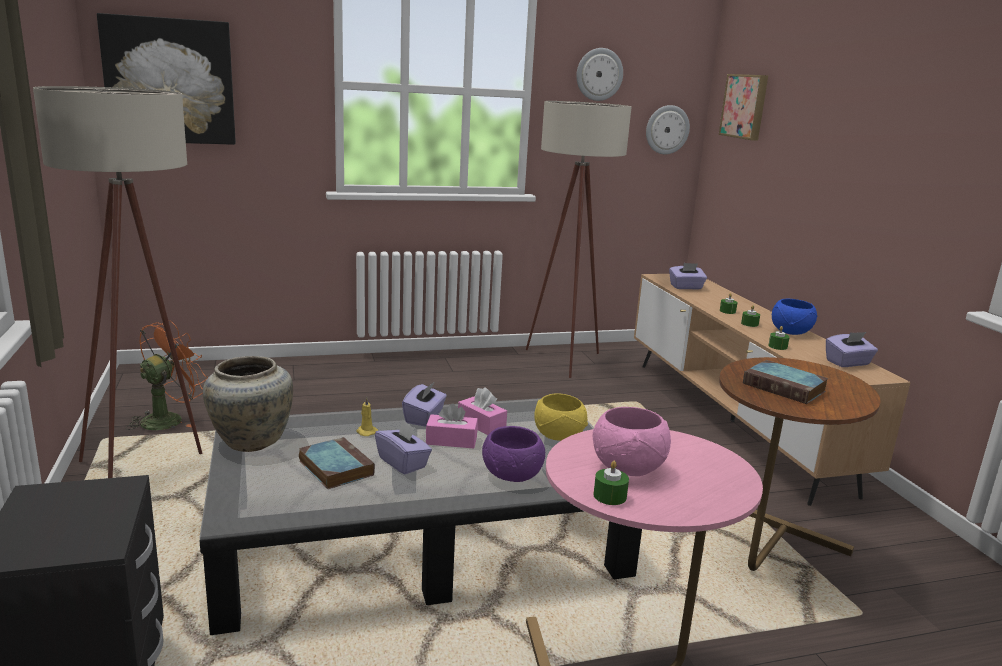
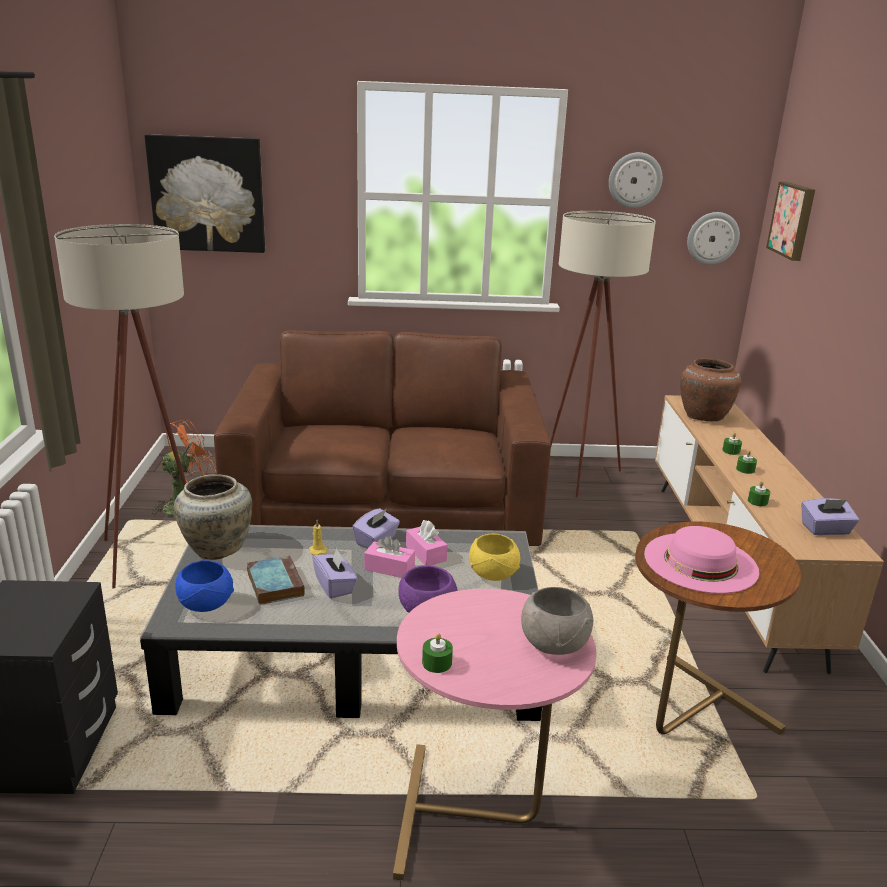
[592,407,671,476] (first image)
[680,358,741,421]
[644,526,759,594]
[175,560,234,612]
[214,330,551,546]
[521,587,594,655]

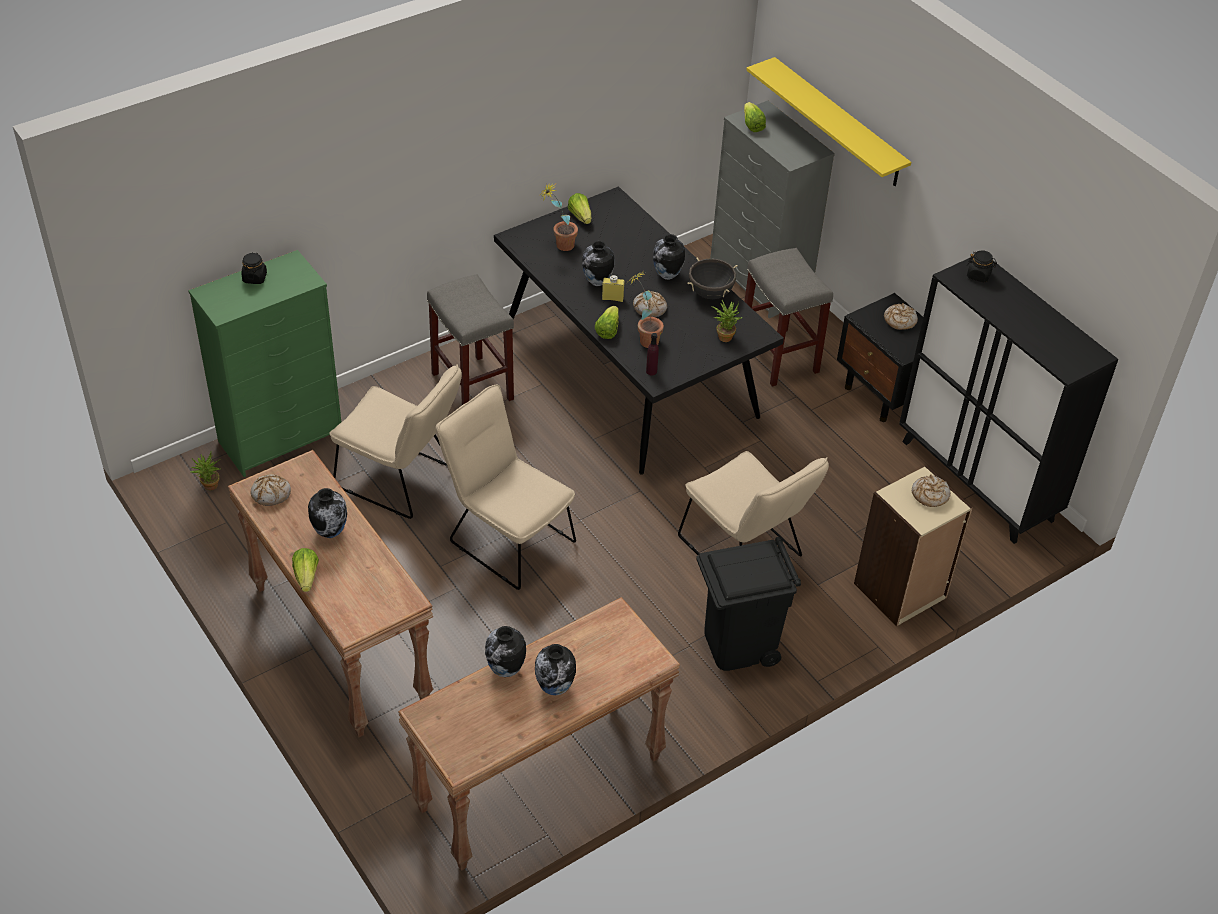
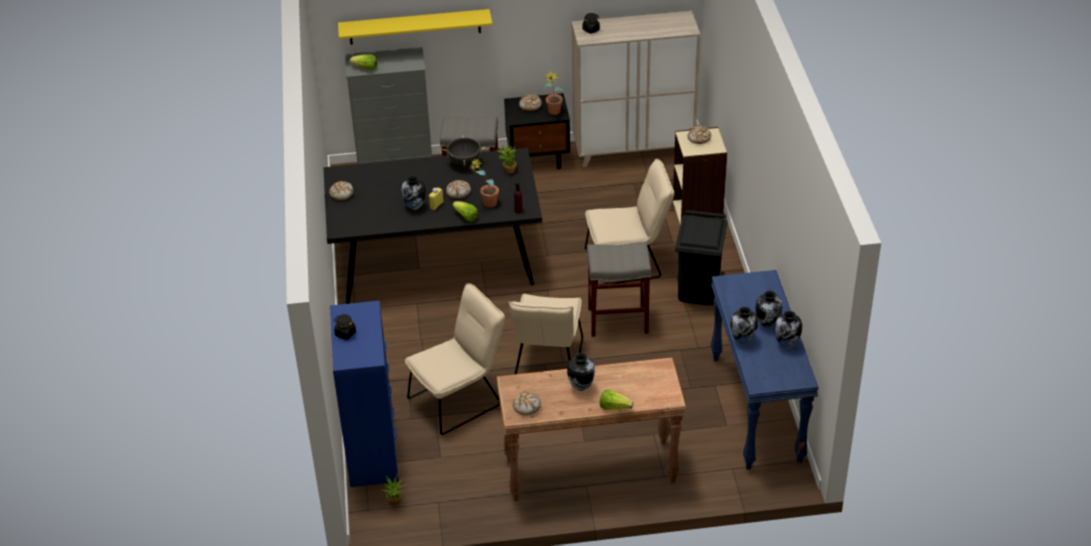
[330,301,399,487]
[711,270,819,470]
[587,241,651,337]
[508,294,583,374]
[543,70,564,115]
[329,181,353,200]
[775,311,802,348]
[572,11,701,167]

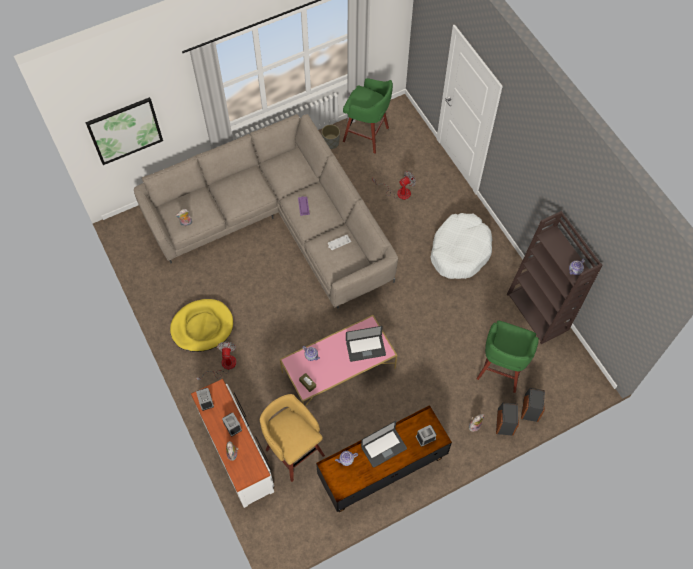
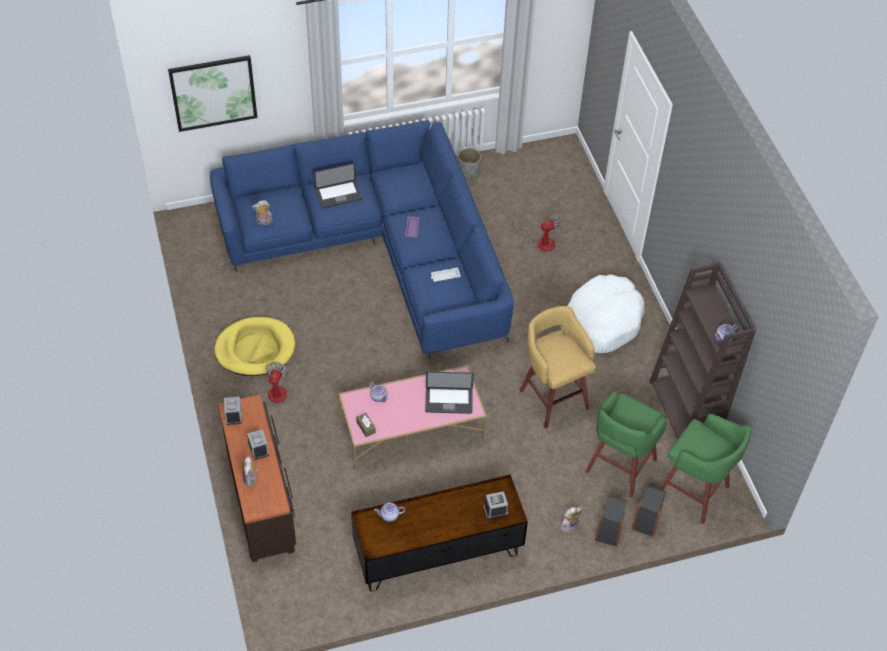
[210,120,514,359]
[218,395,296,562]
[520,306,596,429]
[660,414,751,524]
[314,163,362,208]

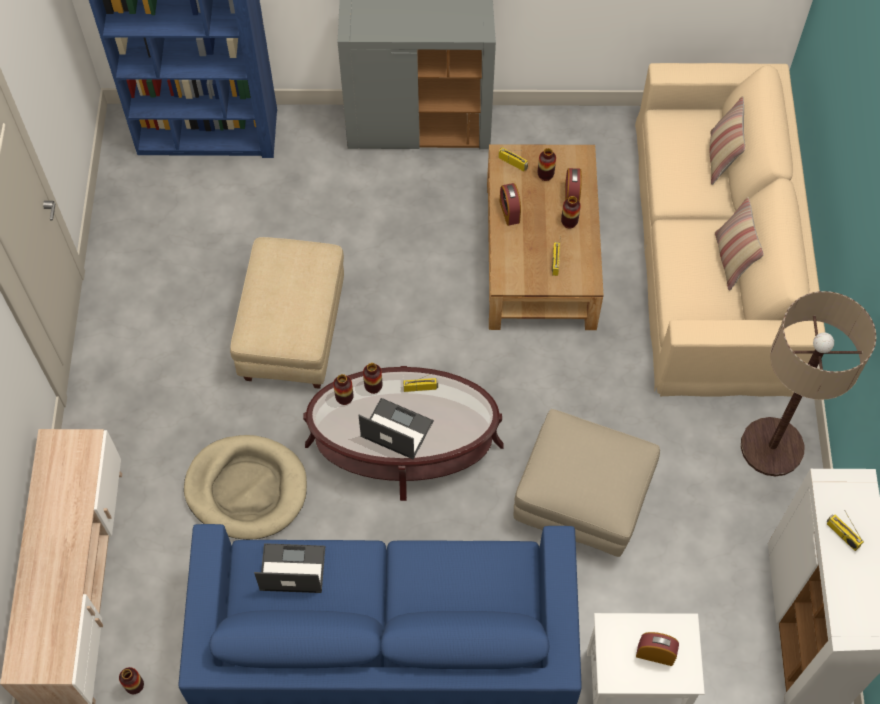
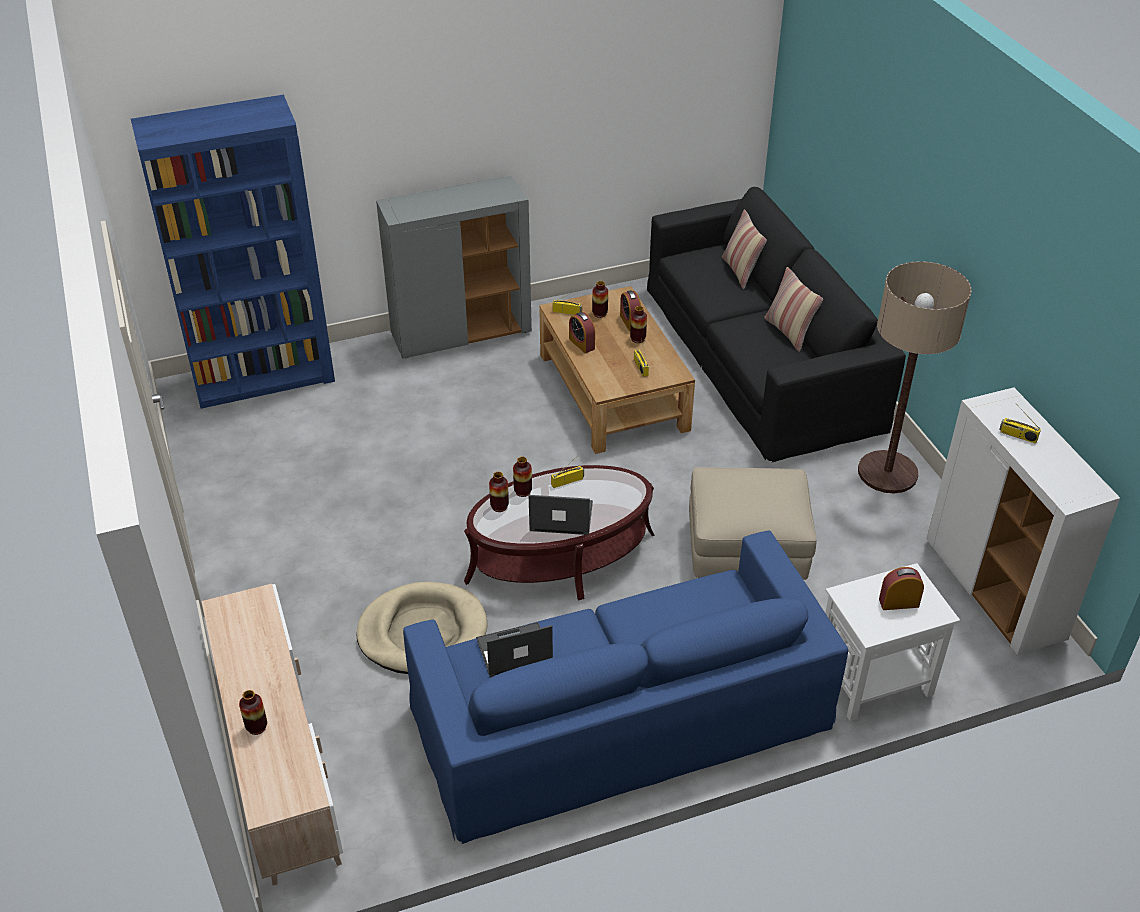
[239,690,267,735]
[230,237,344,389] (first image)
[647,187,906,462]

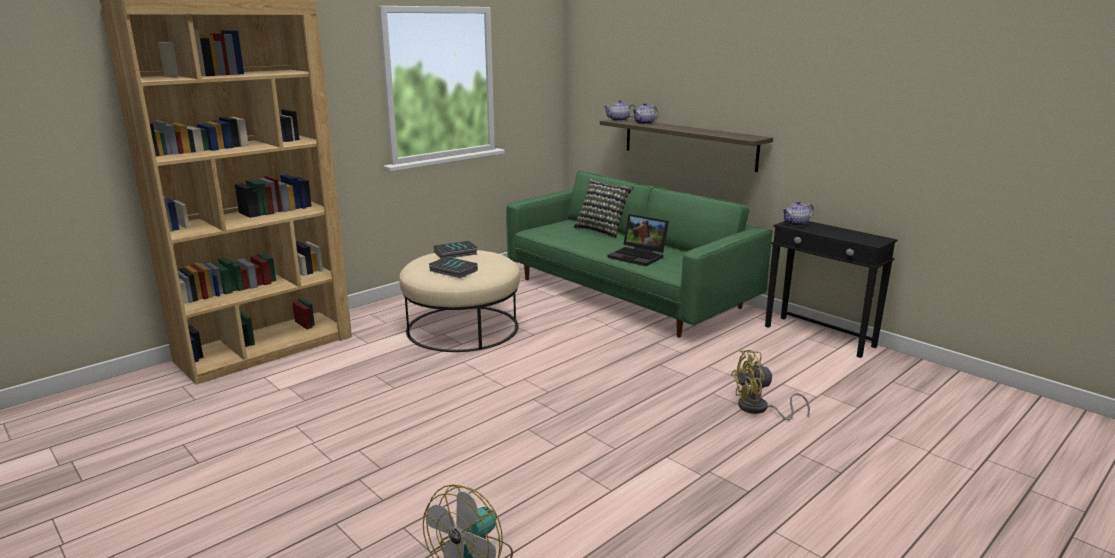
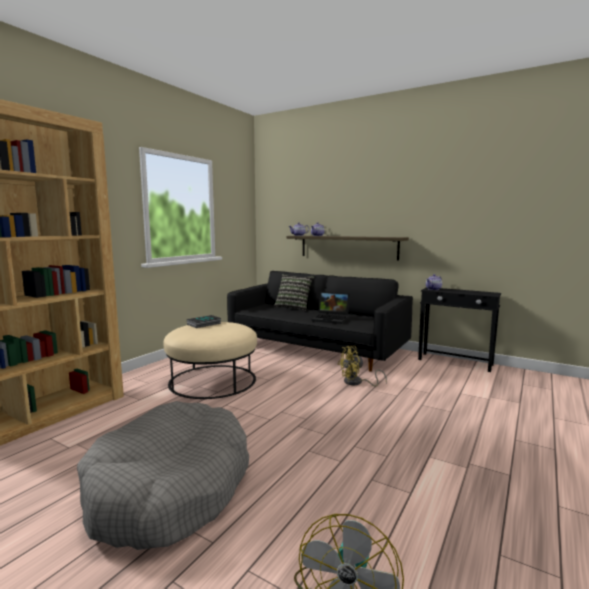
[429,257,478,278] (first image)
[227,271,413,372]
[338,346,387,386]
[77,401,249,550]

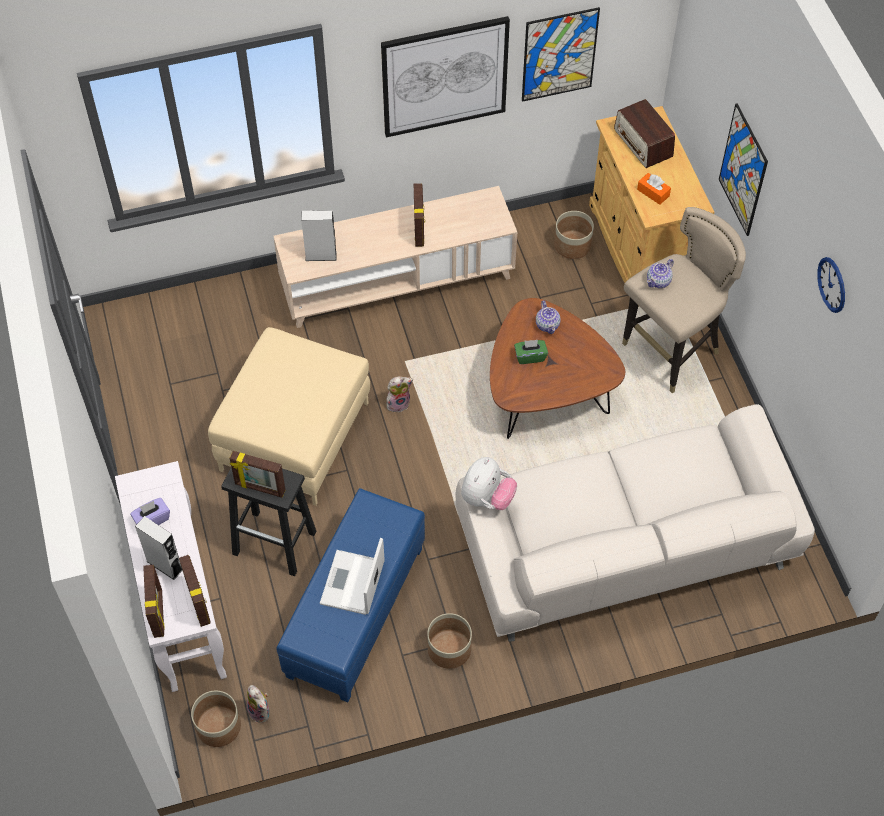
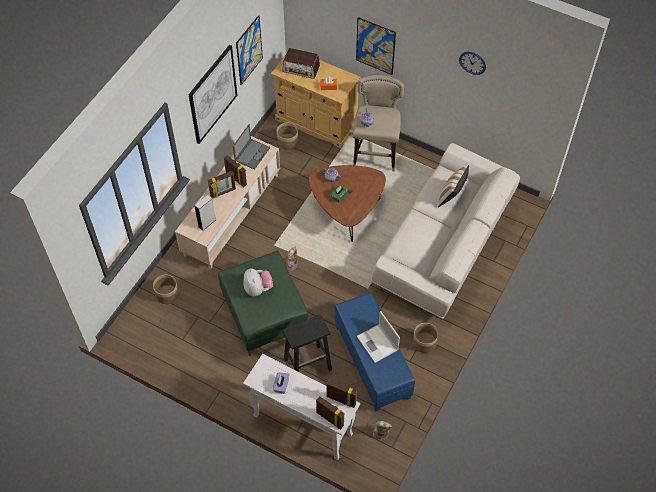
[135,516,183,580] (first image)
[153,275,179,304]
[218,251,308,356]
[208,171,236,199]
[244,268,273,296]
[233,124,270,170]
[438,165,469,207]

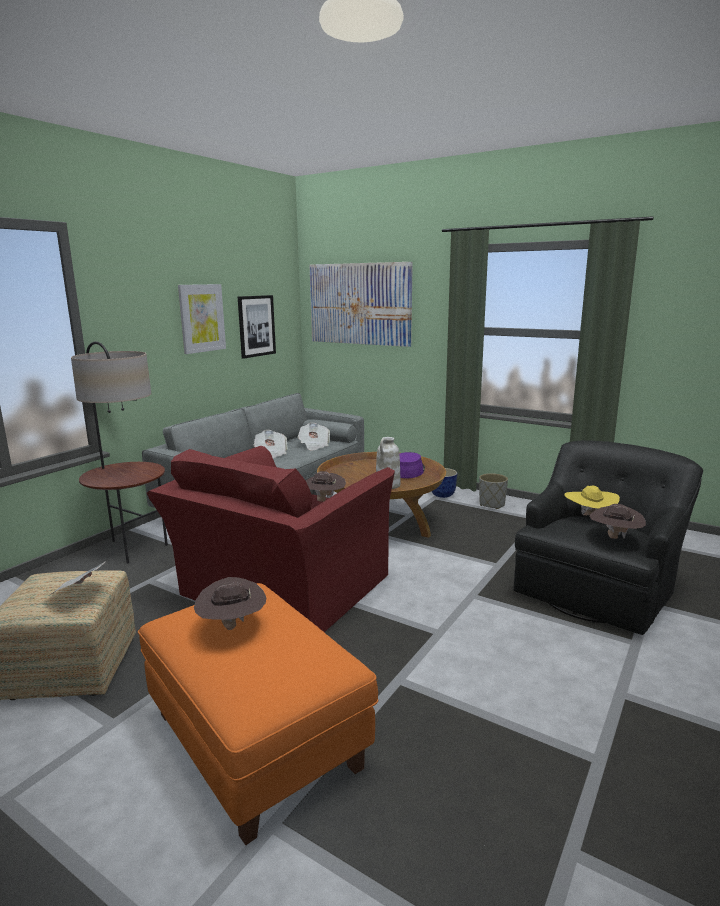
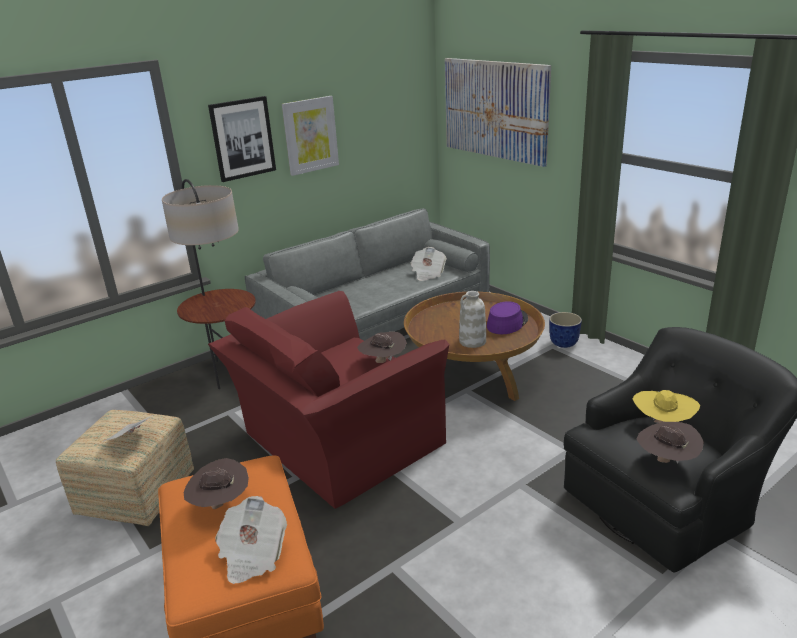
[208,96,276,182]
[215,496,287,584]
[479,473,508,509] (first image)

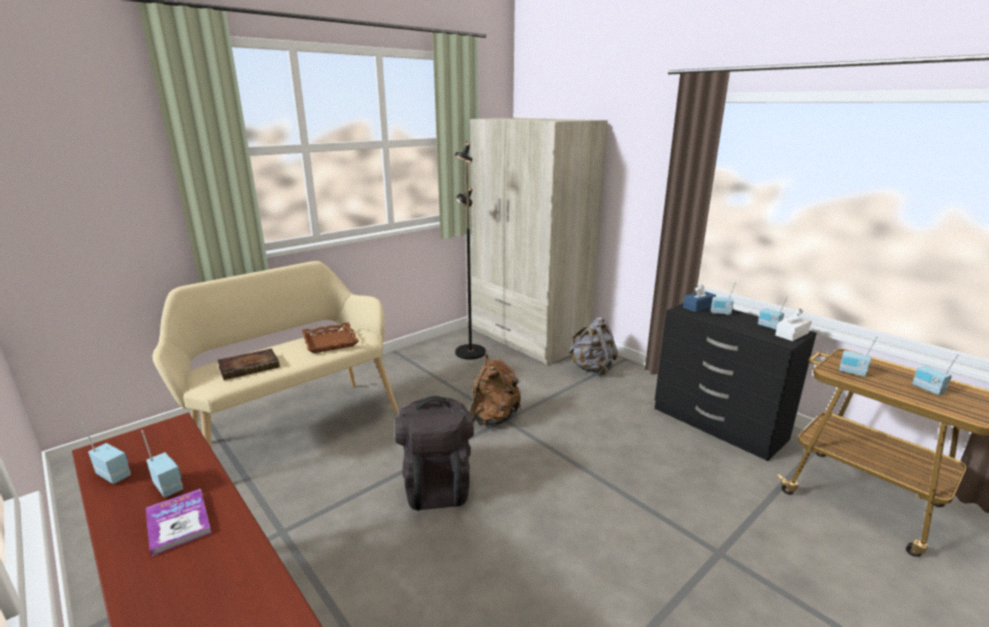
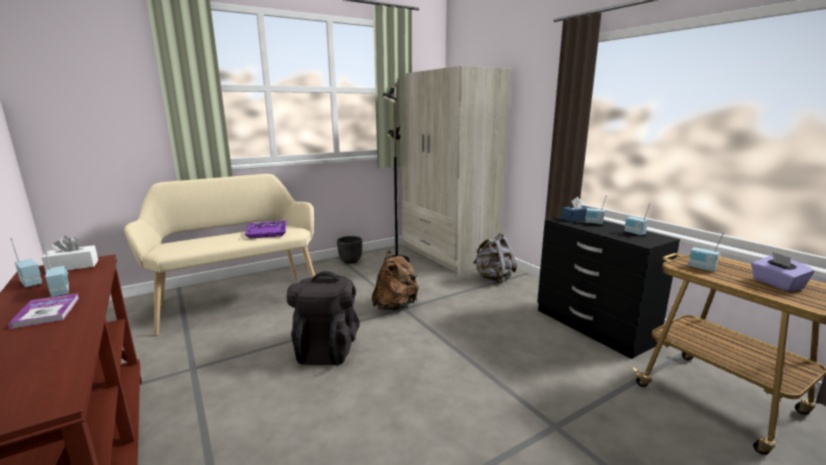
[218,349,280,380] (first image)
[244,220,287,238]
[41,236,98,272]
[751,251,815,291]
[337,236,362,264]

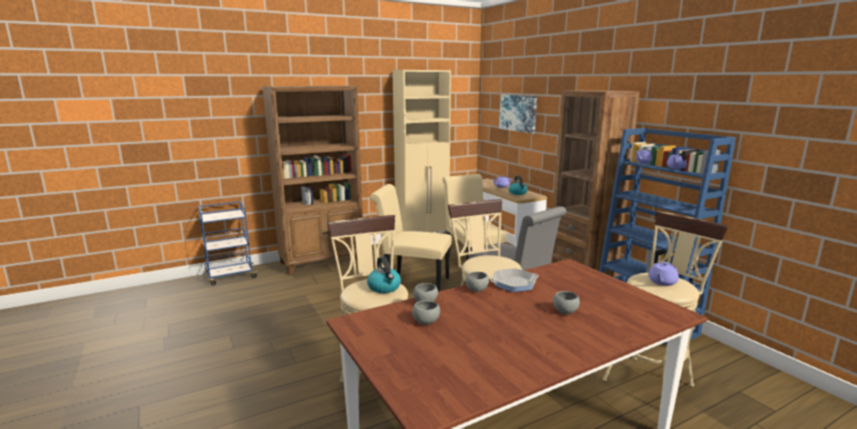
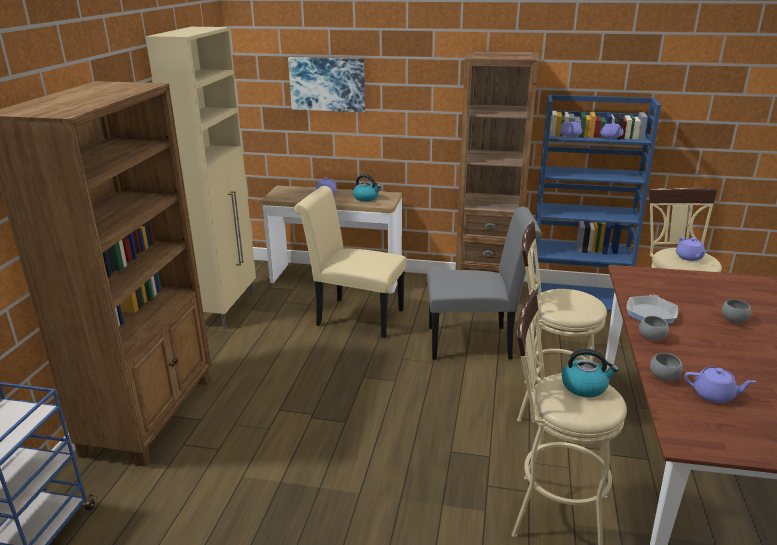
[370,184,452,292] (first image)
[684,367,756,403]

